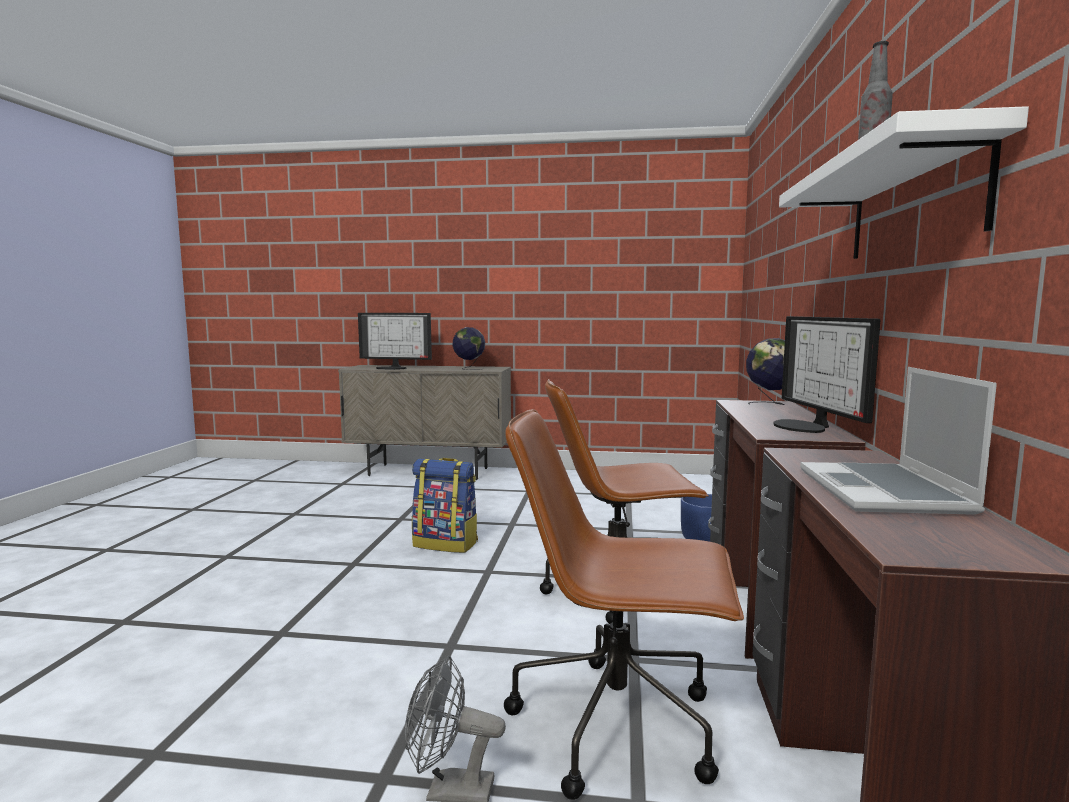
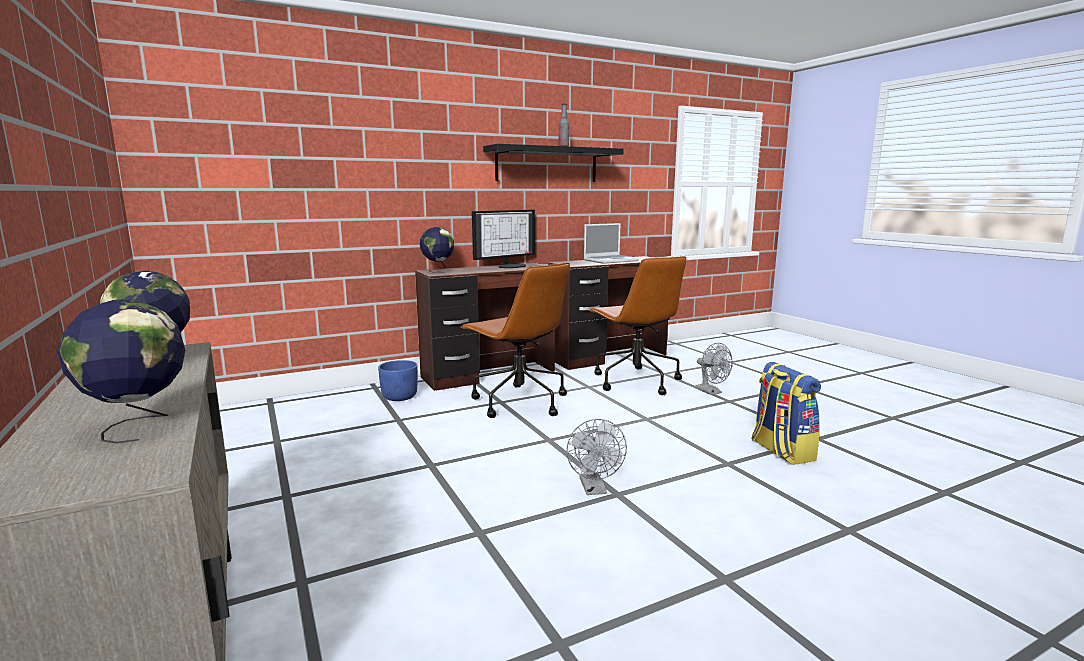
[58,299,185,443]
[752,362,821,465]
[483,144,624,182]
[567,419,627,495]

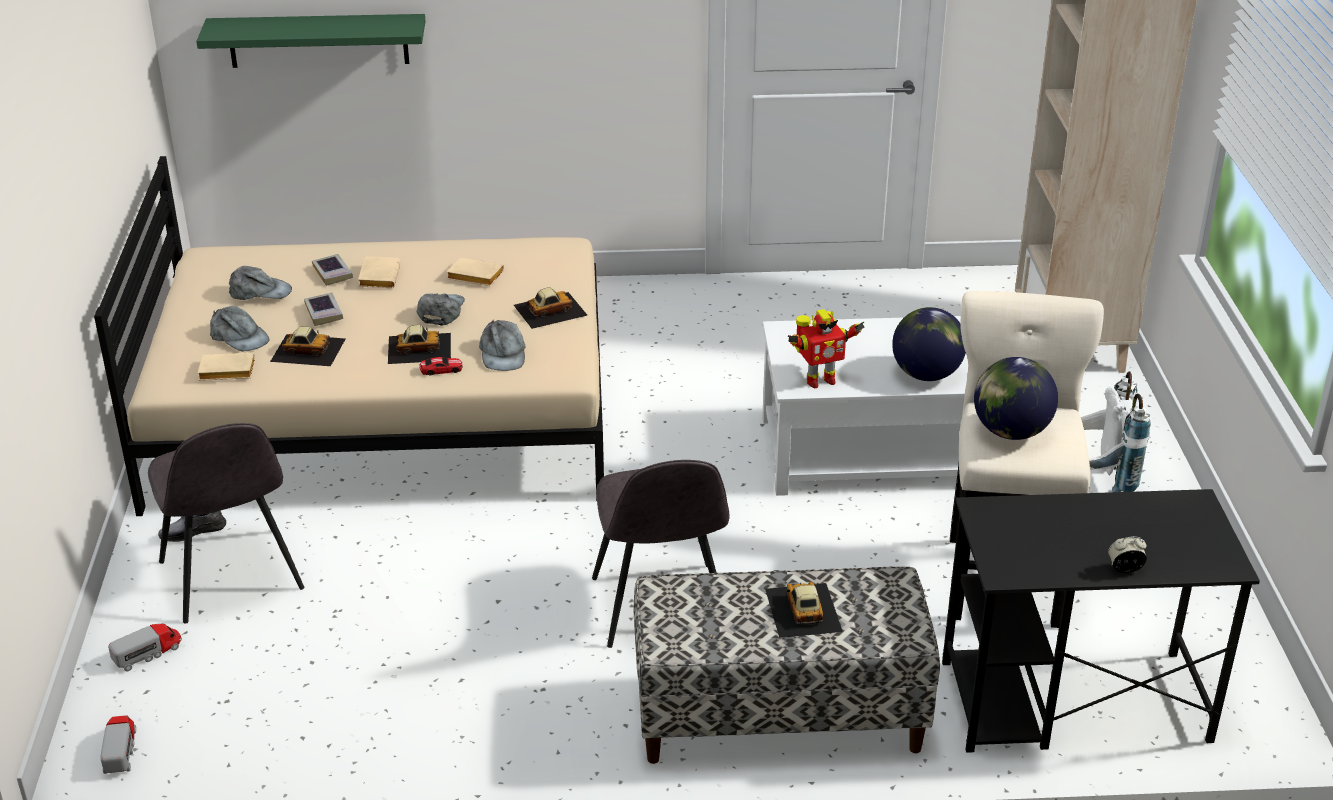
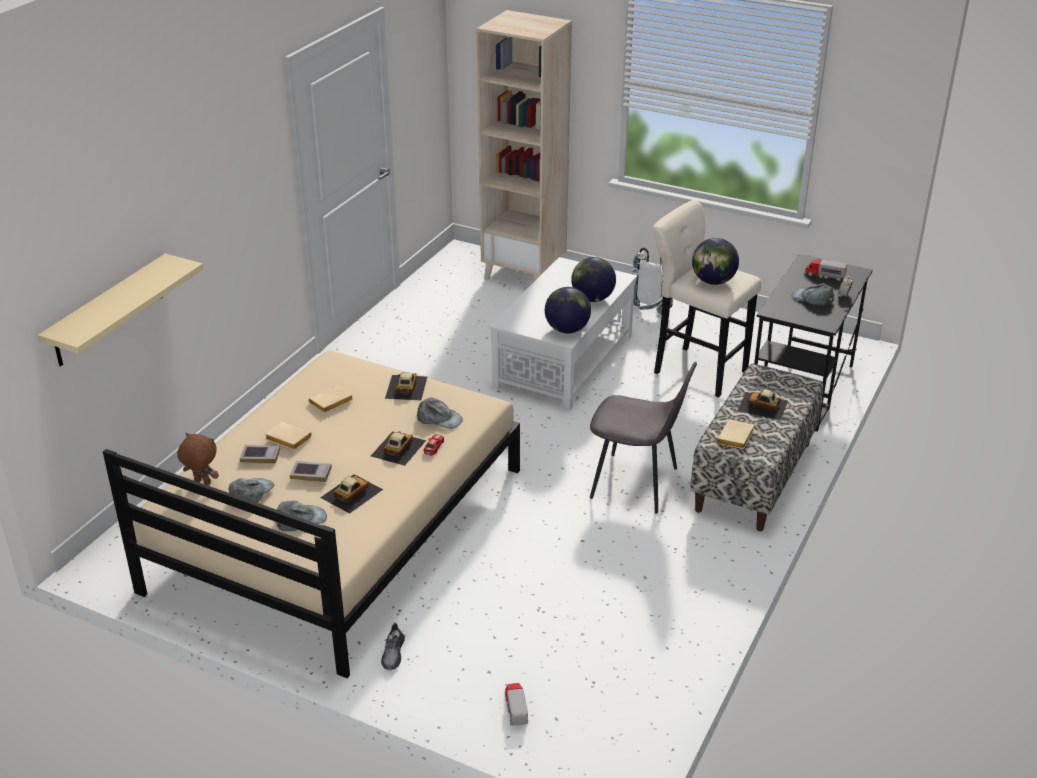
[805,259,847,281]
[148,423,305,623] (first image)
[38,253,203,367]
[717,420,754,449]
[792,283,834,306]
[545,287,591,334]
[177,433,219,485]

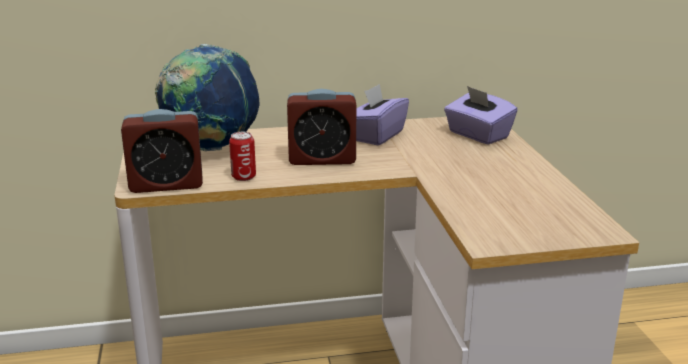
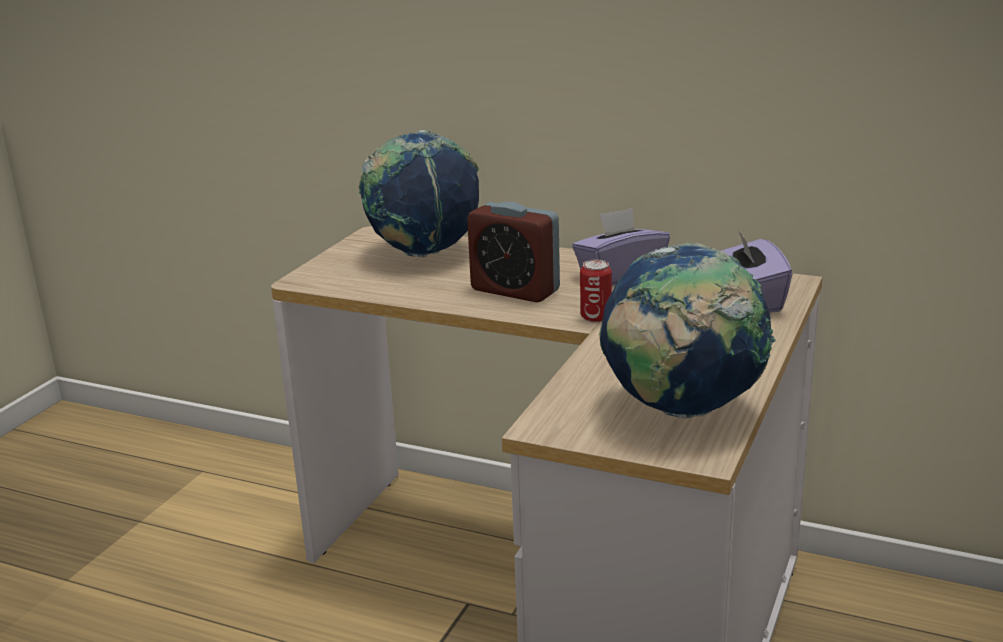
[121,109,203,193] (first image)
[580,260,612,322]
[599,243,776,419]

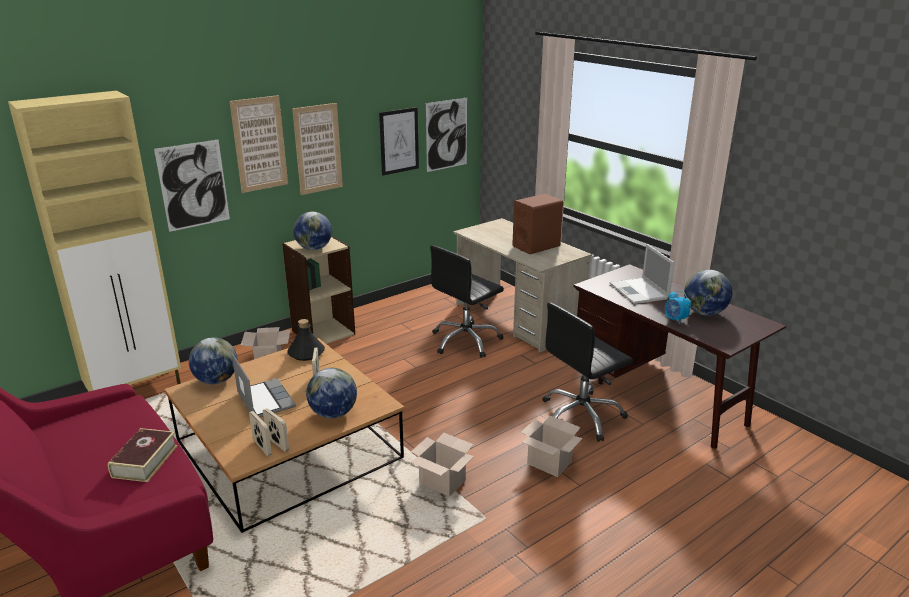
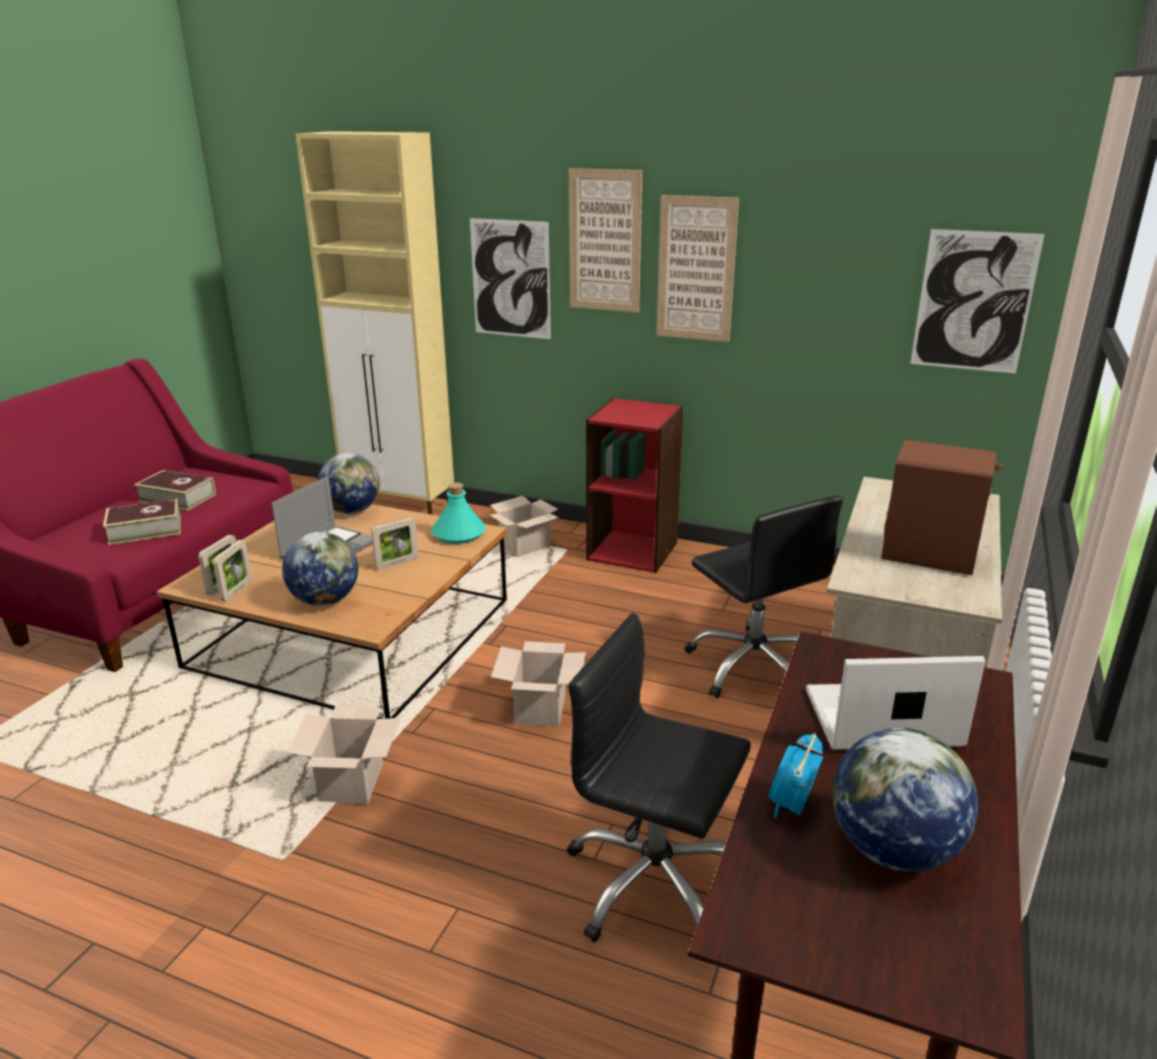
[586,398,684,573]
[432,483,486,544]
[293,212,332,250] (first image)
[379,107,419,175] (first image)
[685,496,843,698]
[491,641,586,727]
[806,656,985,750]
[134,470,216,511]

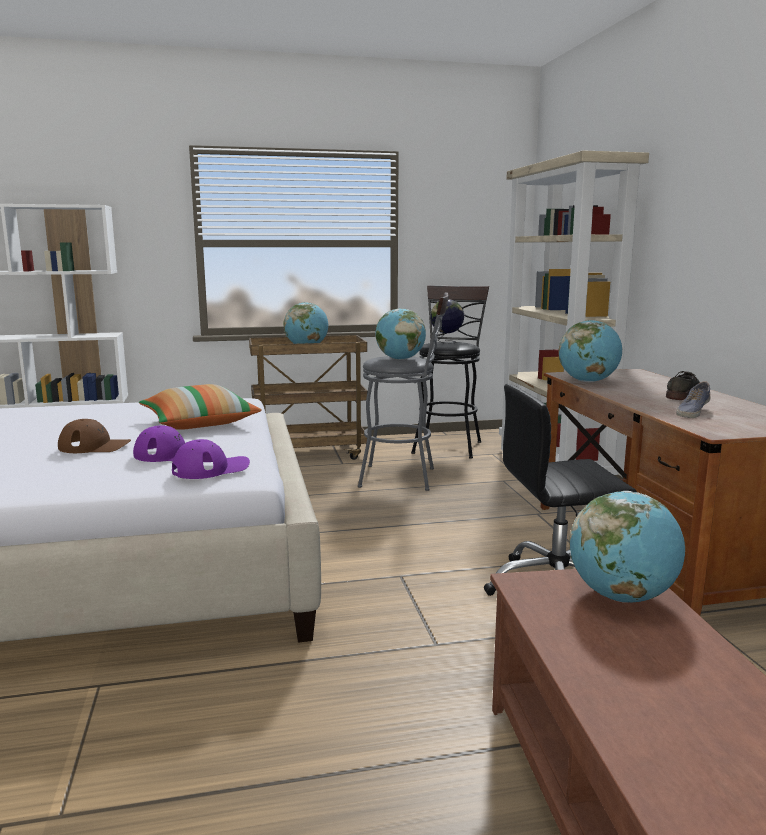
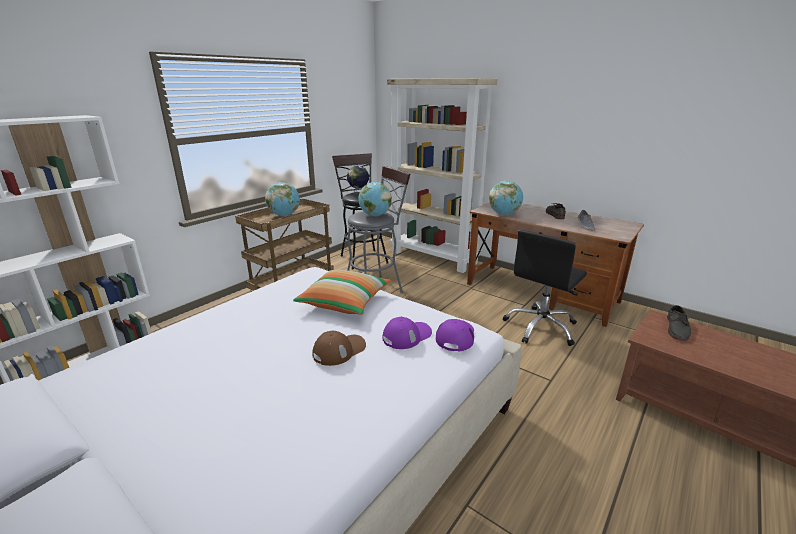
[667,305,691,341]

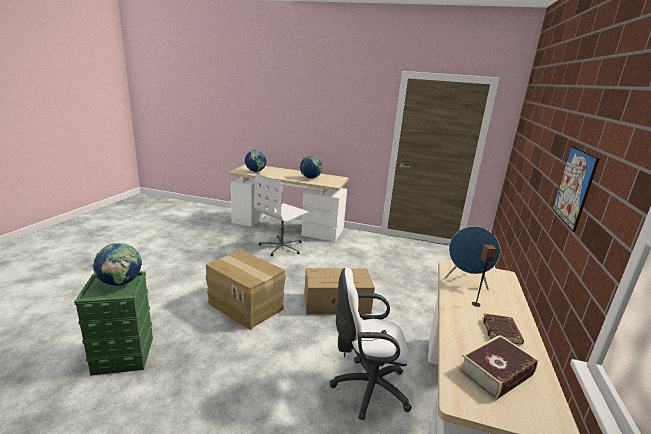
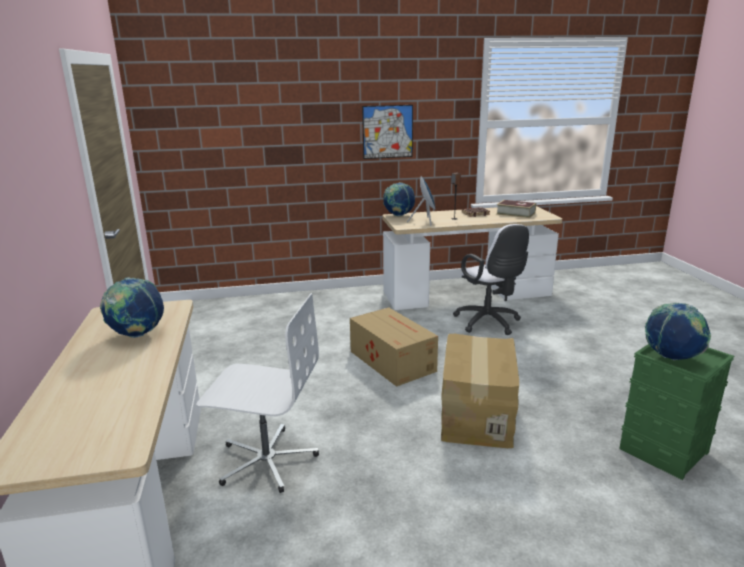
[383,182,415,216]

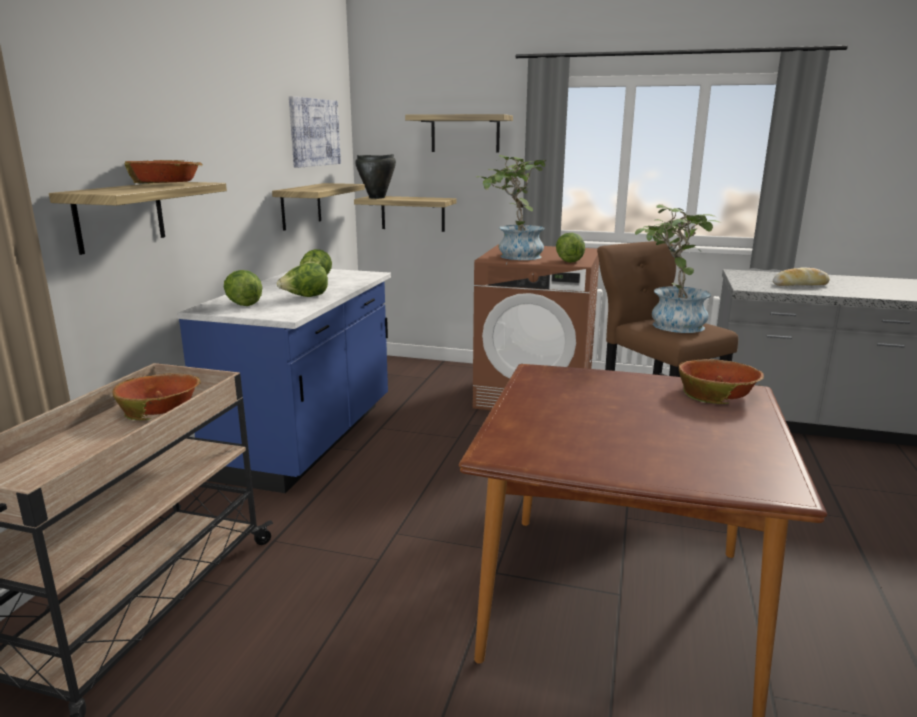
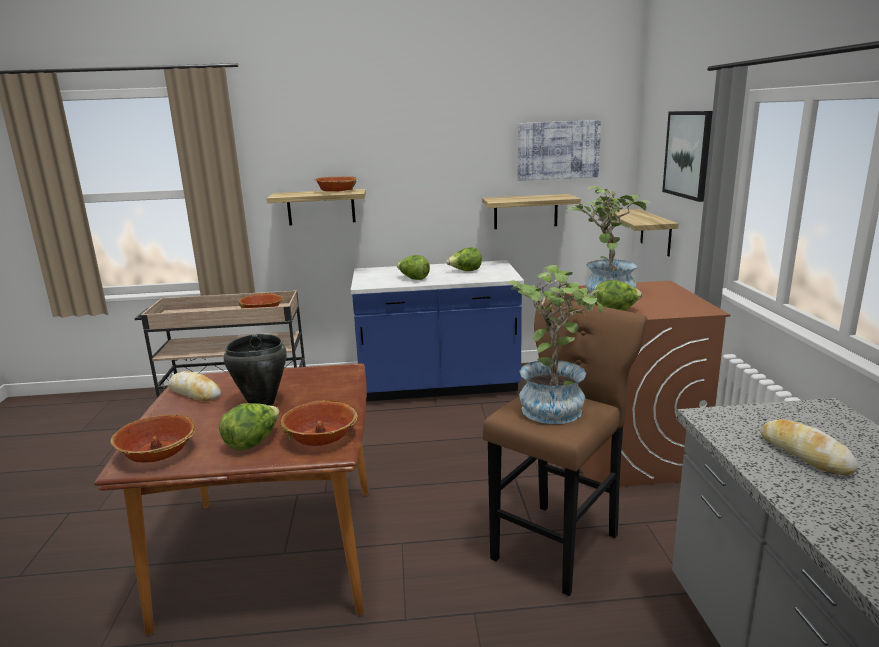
[219,403,280,450]
[223,334,287,406]
[662,111,713,202]
[110,414,195,463]
[168,371,221,402]

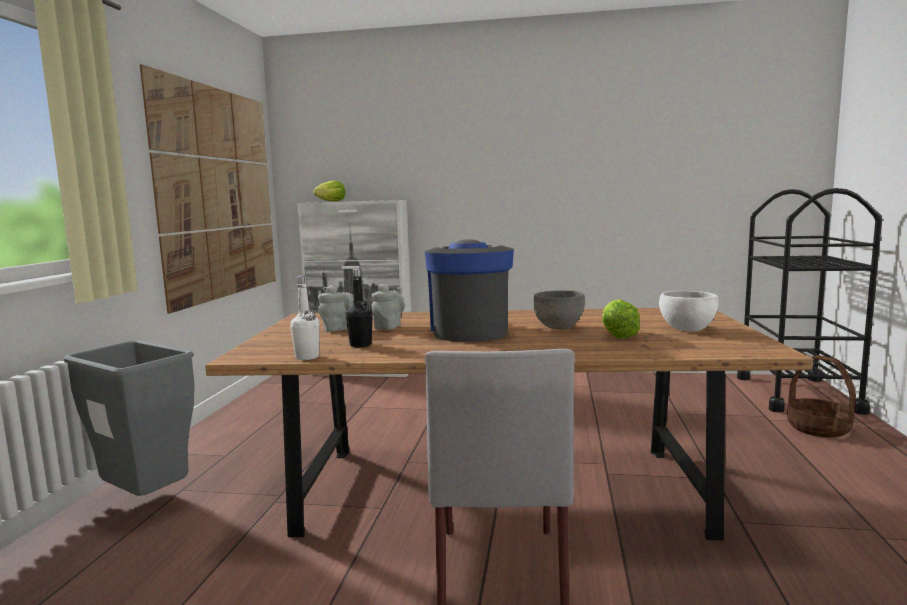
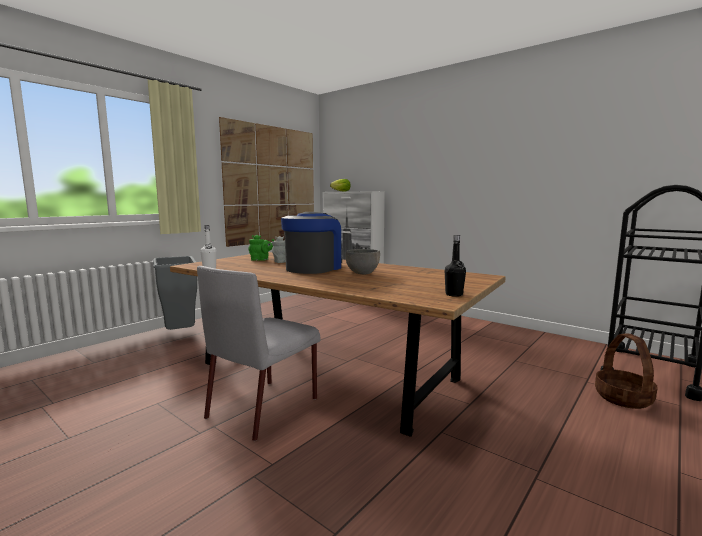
[248,235,275,261]
[445,235,466,297]
[602,299,640,339] (first image)
[659,291,719,331] (first image)

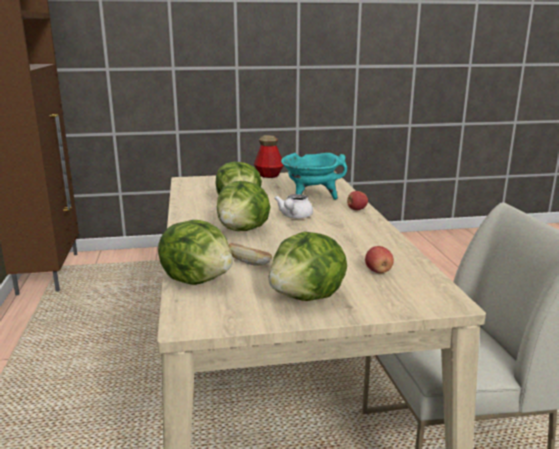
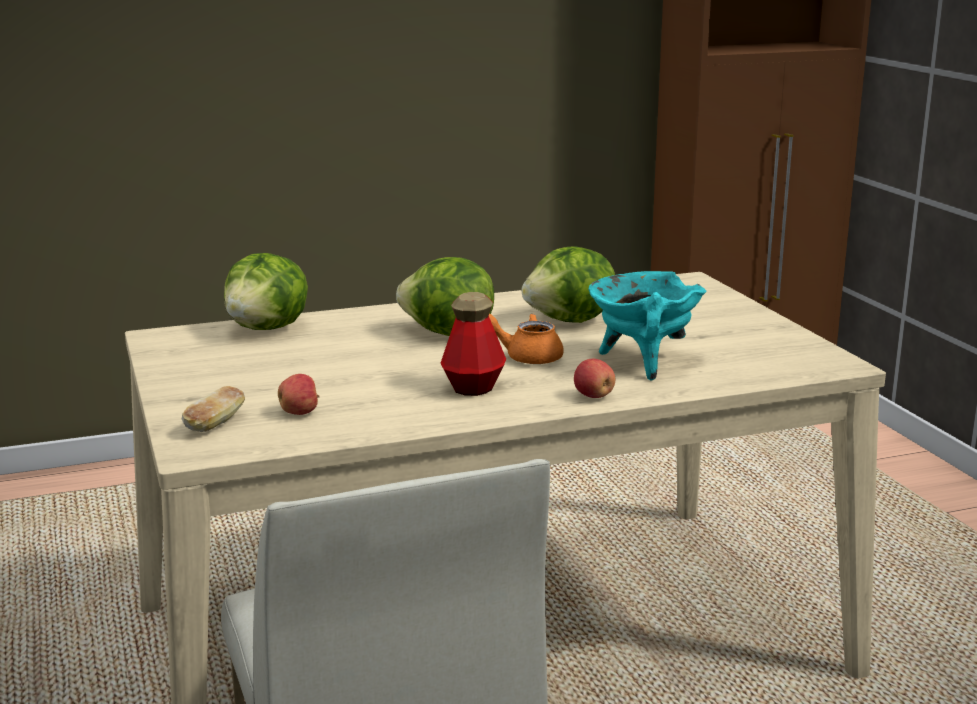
[182,386,245,432]
[440,292,506,396]
[268,232,347,301] (first image)
[489,314,564,364]

